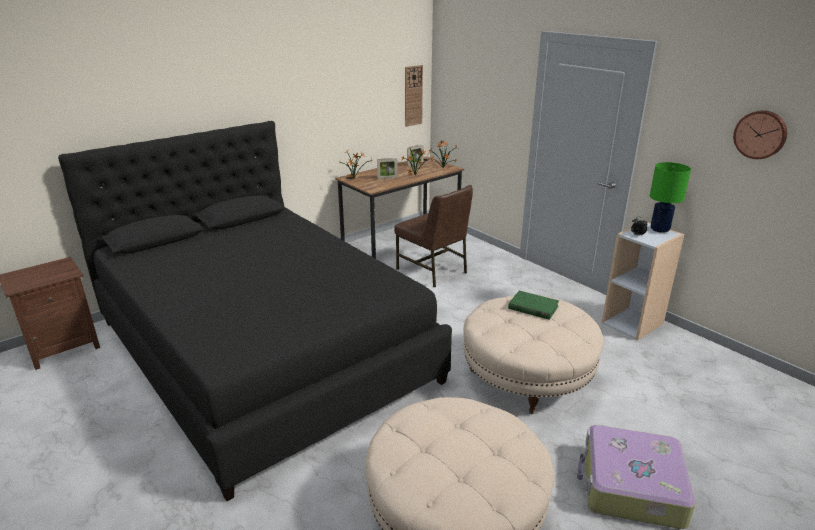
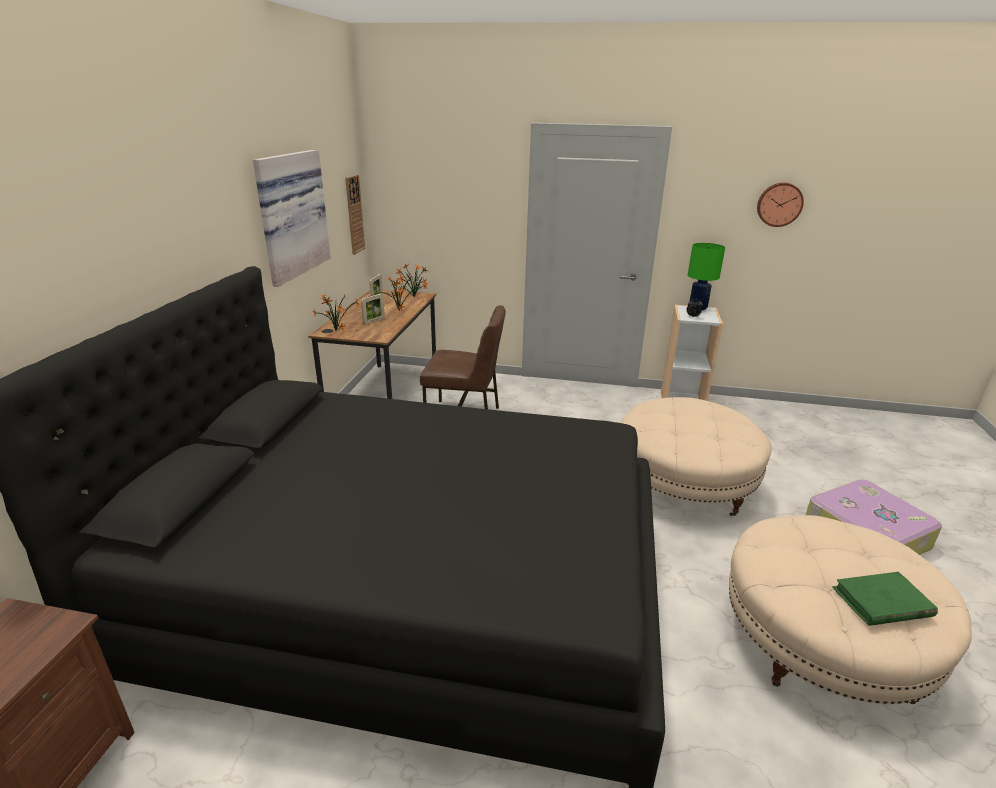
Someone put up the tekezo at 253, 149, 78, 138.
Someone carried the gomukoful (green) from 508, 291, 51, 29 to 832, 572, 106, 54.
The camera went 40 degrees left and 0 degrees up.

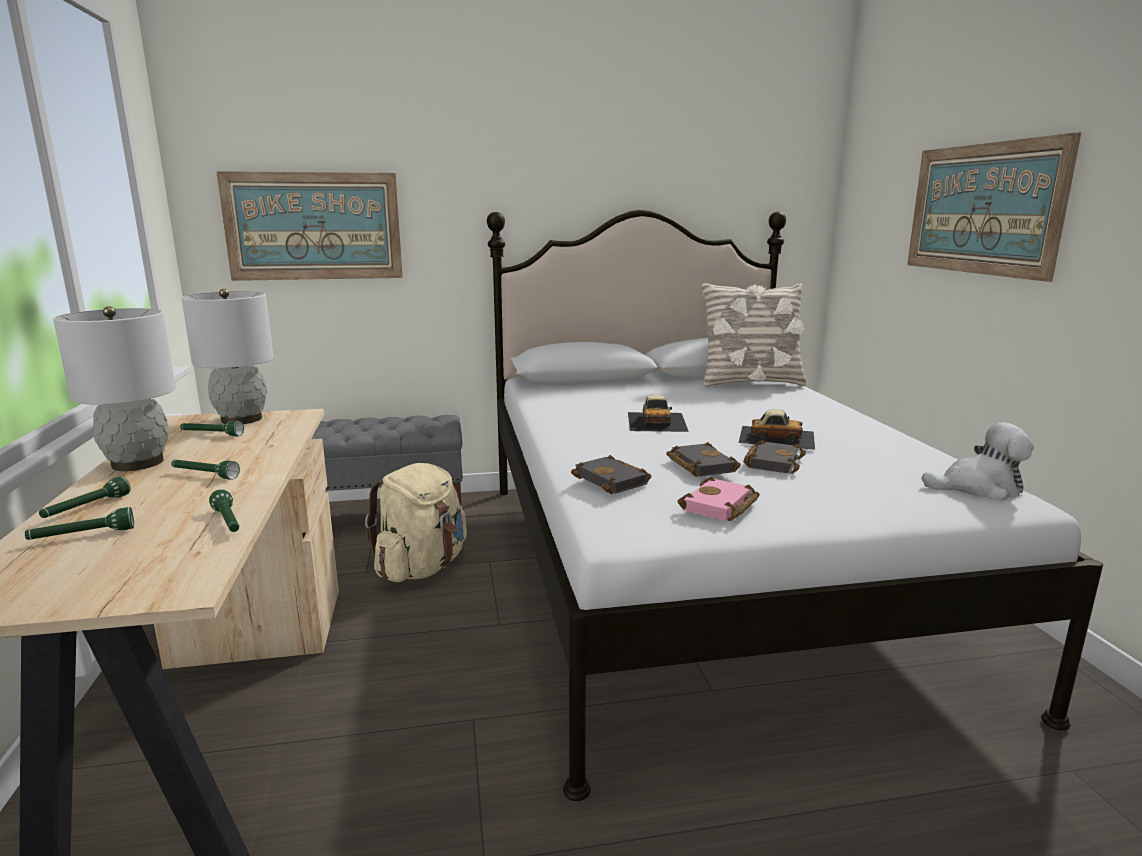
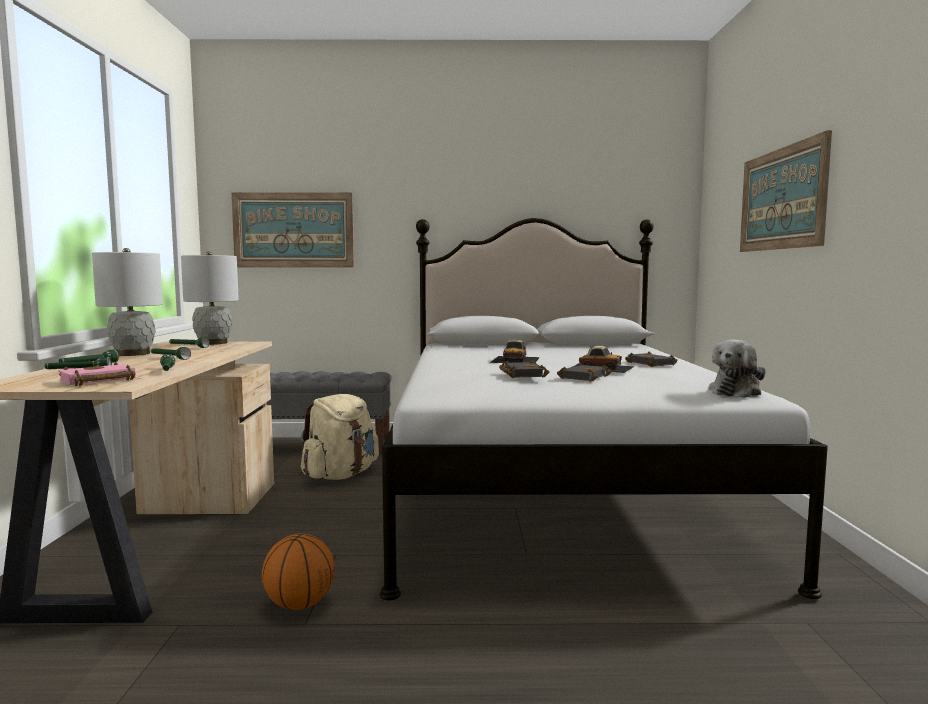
Someone carried the gomukoful (pink) from 677, 477, 83, 44 to 58, 362, 78, 24.
Someone put down the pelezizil at 262, 533, 73, 77.
Someone carried the gomukoful (black) from 571, 455, 80, 39 to 625, 351, 52, 16.
Someone rotated the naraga at 922, 422, 112, 79 by 120 degrees clockwise.
Someone took away the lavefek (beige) at 702, 283, 104, 104.
The camera went 10 degrees right and 10 degrees down.

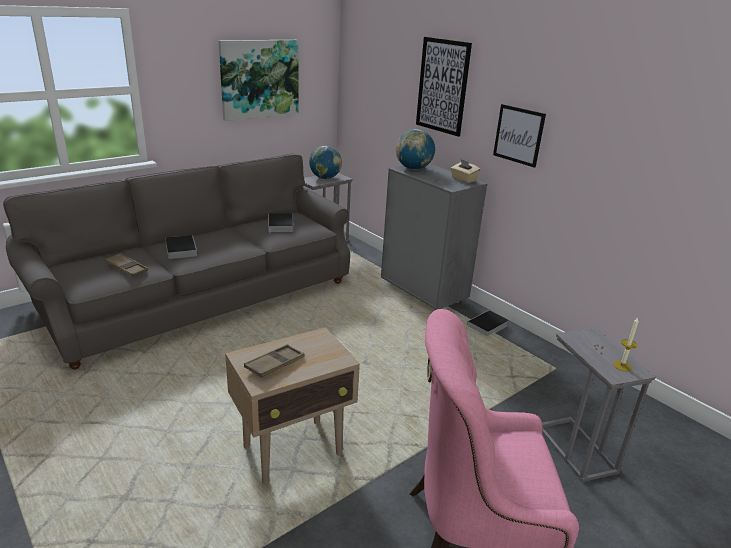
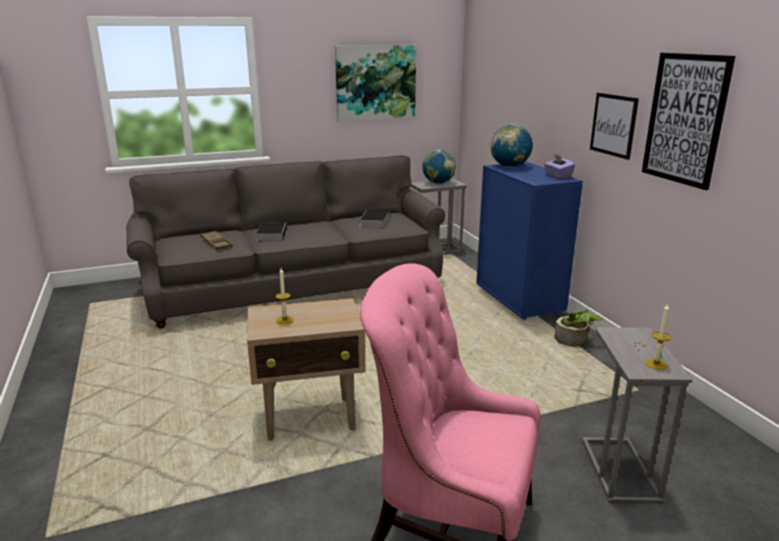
Someone swapped the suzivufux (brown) at 244, 344, 61, 34 for the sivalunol at 275, 268, 19, 56.
Someone repainted the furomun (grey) at 381, 164, 106, 146, which became the furomun (blue) at 476, 162, 107, 158.
Someone repainted the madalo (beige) at 451, 159, 29, 24, which became the madalo (purple) at 544, 154, 31, 25.
Someone swapped the gomukoful at 465, 310, 44, 26 for the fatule at 554, 309, 51, 38.
Someone carried the tekezo from 416, 37, 56, 100 to 642, 53, 93, 137.
The camera went 20 degrees right and 5 degrees down.

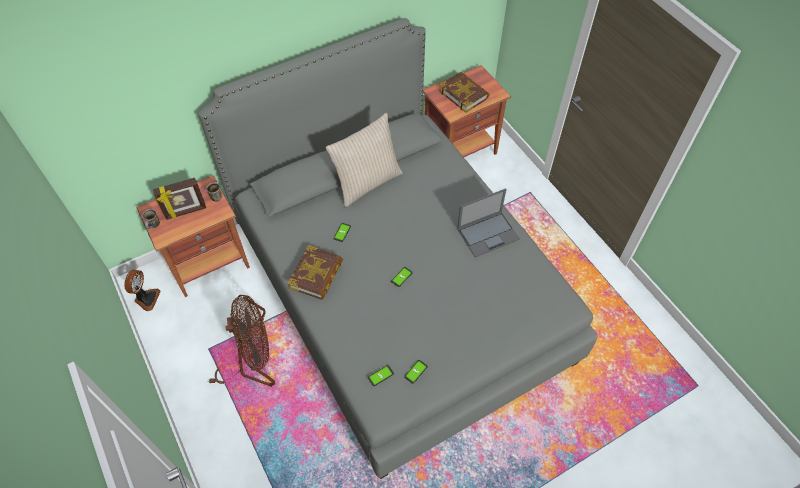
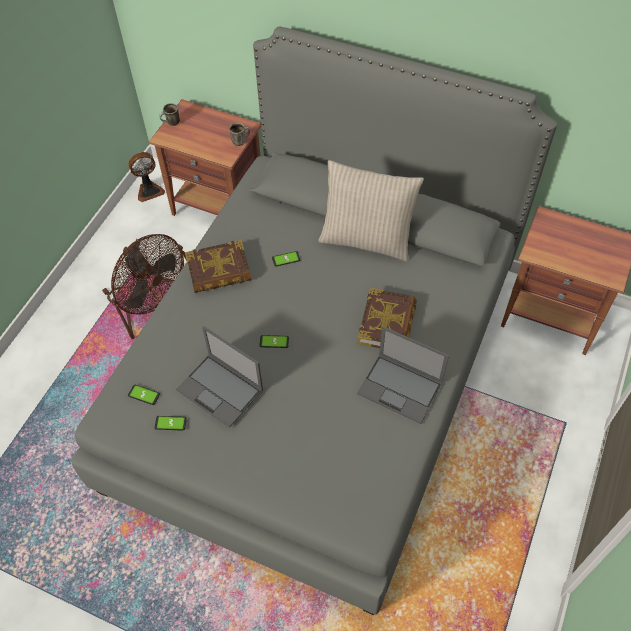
Someone put down the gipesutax at 176, 326, 87, 102.
Someone carried the gomukoful from 439, 72, 50, 41 to 358, 288, 59, 60.
Someone took away the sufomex at 153, 178, 53, 42.
The camera went 55 degrees right and 0 degrees up.

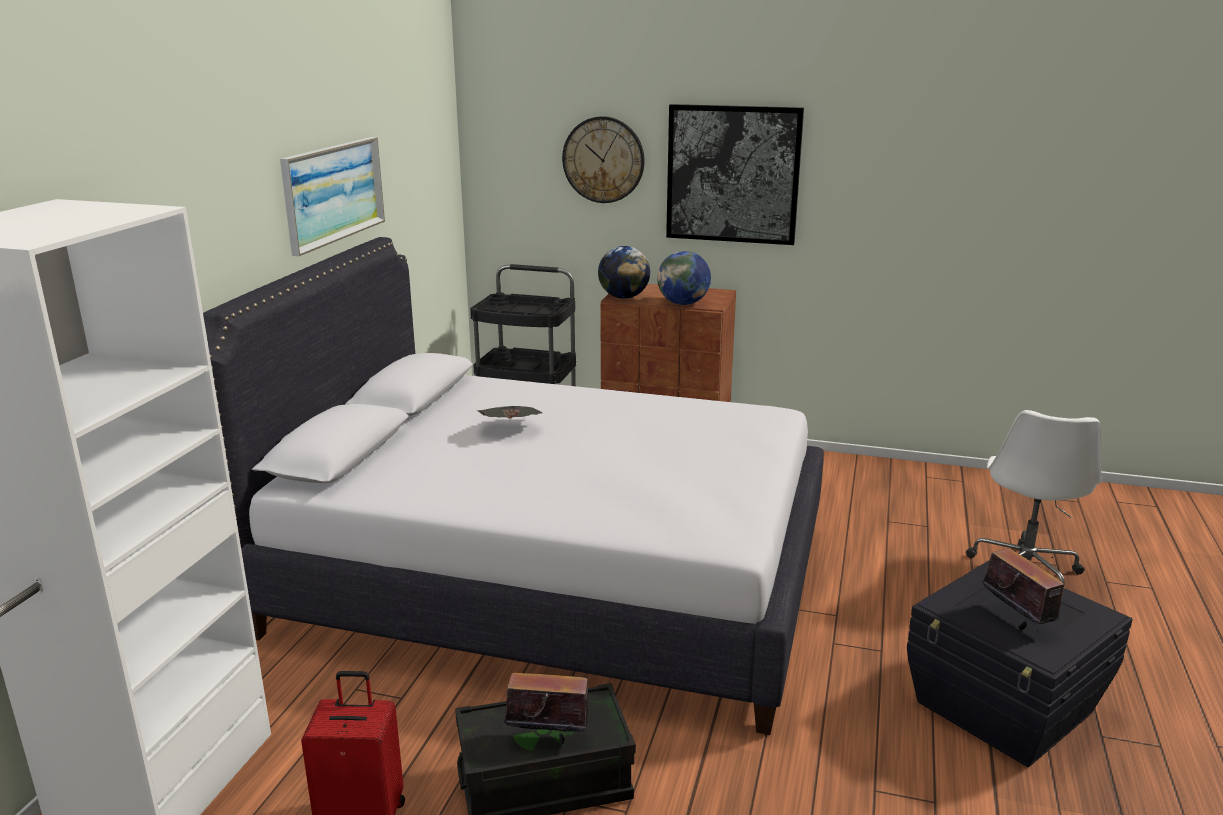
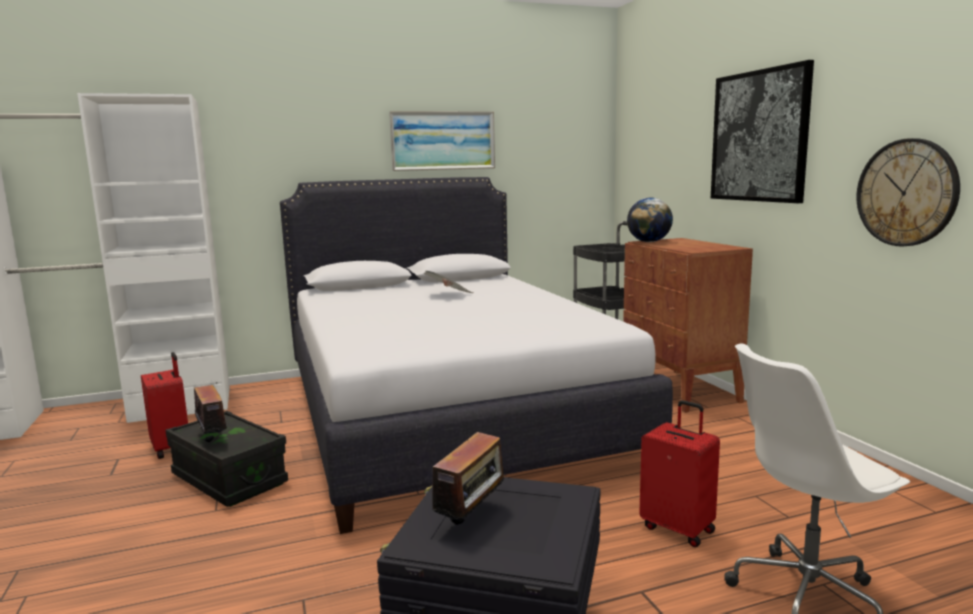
Someone put down the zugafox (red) at 639, 400, 81, 147.
Someone carried the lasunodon from 562, 116, 83, 87 to 857, 138, 103, 109.
Someone took away the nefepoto at 657, 251, 54, 54.
The camera went 55 degrees right and 10 degrees down.

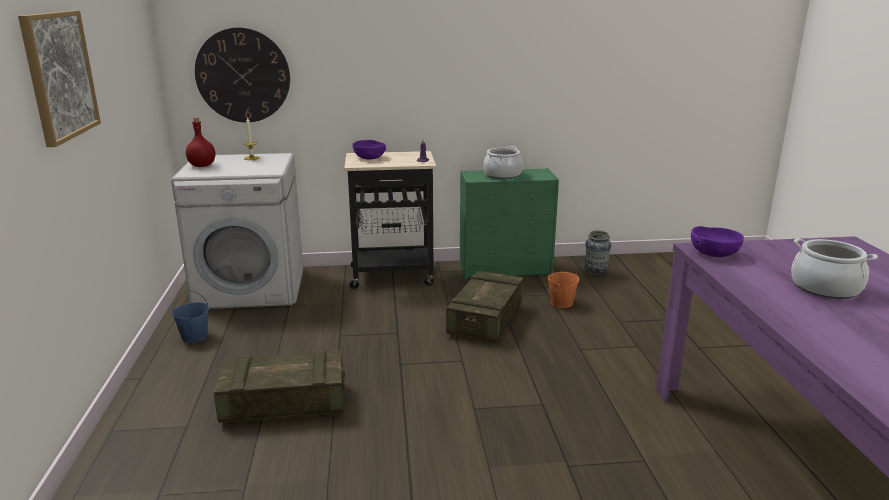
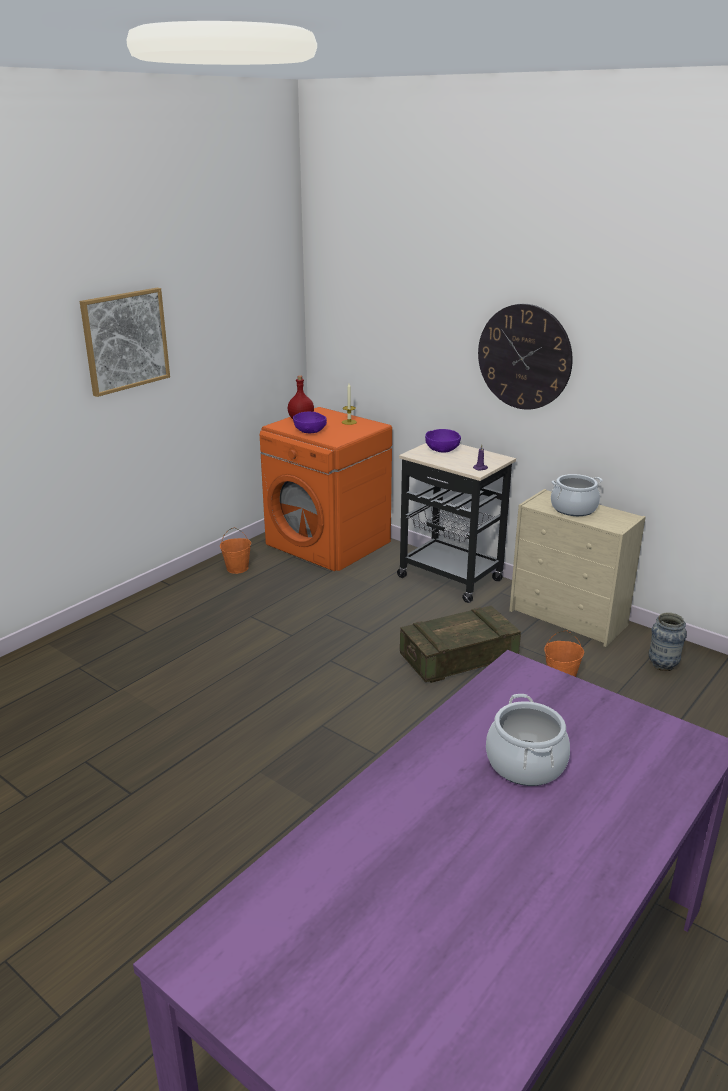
Someone repainted the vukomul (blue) at 172, 290, 37, 53, which became the vukomul (orange) at 220, 527, 31, 47.
Someone repainted the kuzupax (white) at 171, 153, 133, 156, which became the kuzupax (orange) at 260, 407, 132, 164.
Someone carried the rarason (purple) from 691, 226, 53, 31 to 293, 412, 34, 21.
Someone carried the lasunodon from 195, 27, 95, 95 to 478, 304, 95, 106.
Someone repainted the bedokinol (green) at 460, 168, 99, 112, which became the bedokinol (beige) at 509, 489, 137, 158.
Someone took away the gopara at 214, 350, 131, 75.
The camera went 45 degrees right and 5 degrees up.

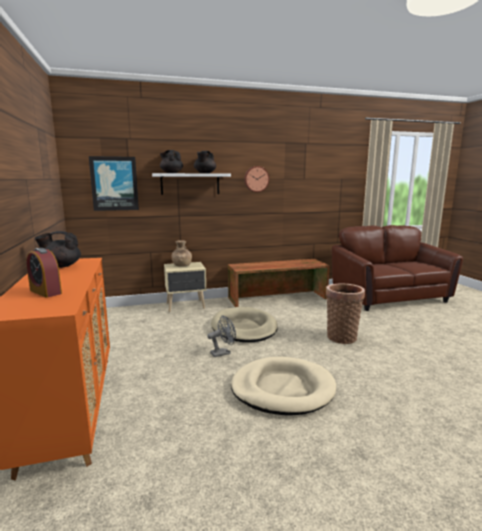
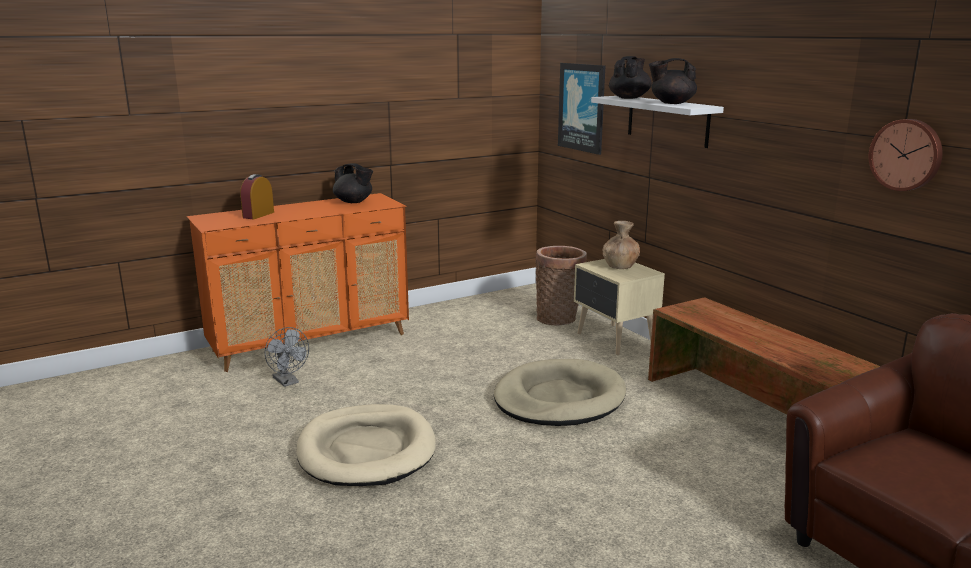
Someone carried the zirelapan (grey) from 207, 315, 29, 42 to 265, 327, 44, 60.
Someone rotated the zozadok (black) at 35, 231, 46, 37 by 150 degrees clockwise.
Someone carried the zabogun from 326, 284, 39, 60 to 535, 246, 52, 80.
Someone carried the lasunodon from 244, 166, 26, 26 to 869, 119, 74, 72.
The camera went 75 degrees right and 5 degrees up.

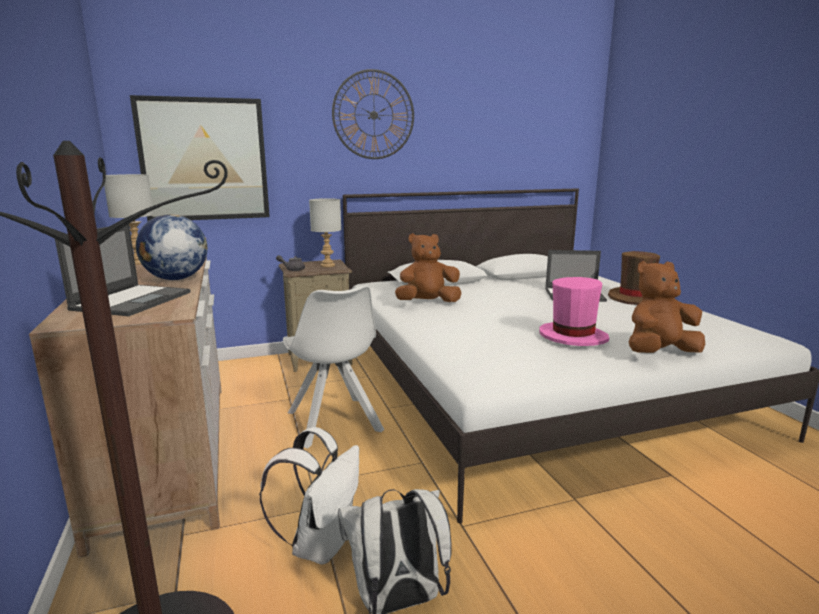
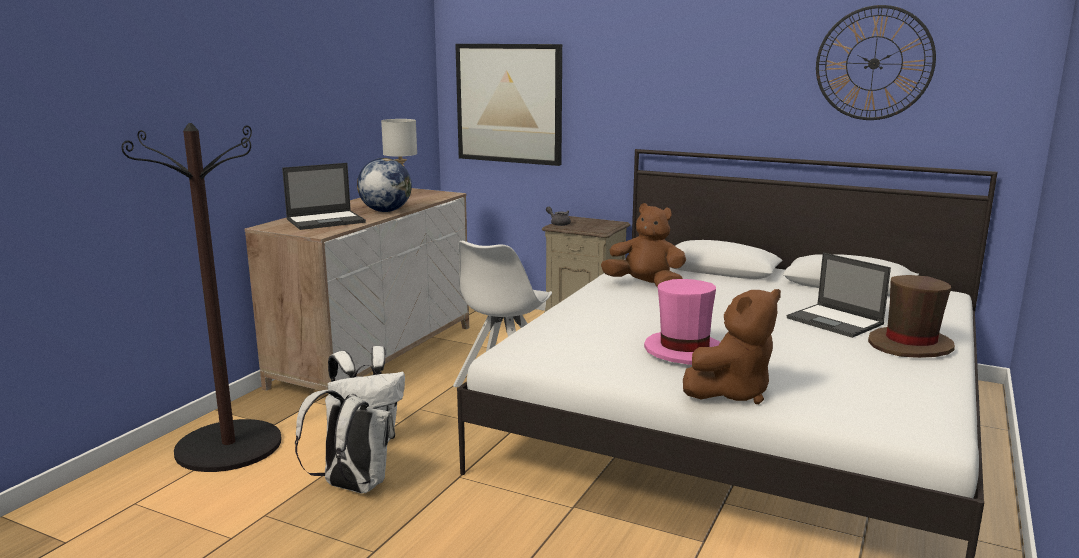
Someone rotated the naraga (brown) at 629, 261, 76, 92 by 120 degrees clockwise.
Someone carried the lasunodon from 332, 69, 82, 90 to 816, 5, 120, 115.
Someone took away the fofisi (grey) at 309, 198, 32, 69.
The camera went 45 degrees right and 0 degrees up.

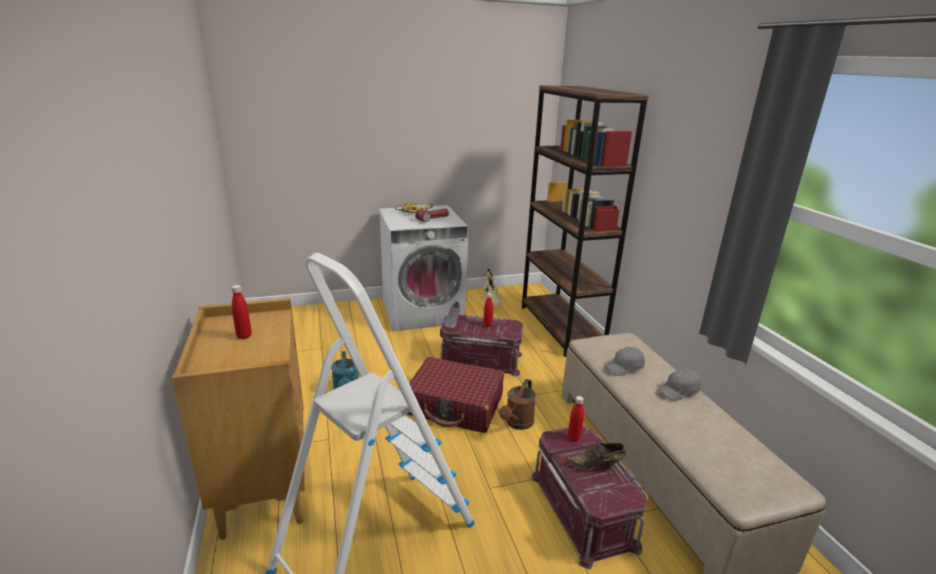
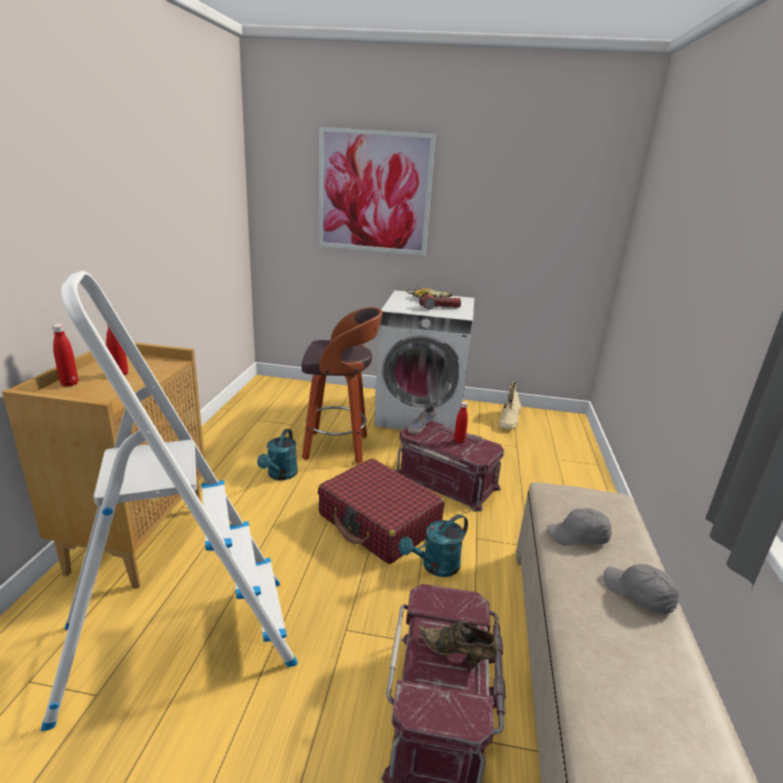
Someone carried the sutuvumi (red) from 568, 396, 16, 46 to 52, 324, 26, 63.
Someone put down the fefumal at 302, 307, 81, 157.
Someone put up the tekezo at 319, 127, 117, 128.
Someone repainted the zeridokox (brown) at 499, 379, 37, 51, which became the zeridokox (turquoise) at 398, 514, 70, 63.
Someone rotated the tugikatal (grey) at 657, 369, 44, 32 by 45 degrees clockwise.
Someone took away the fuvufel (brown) at 522, 85, 127, 272.
The camera went 25 degrees right and 0 degrees up.

